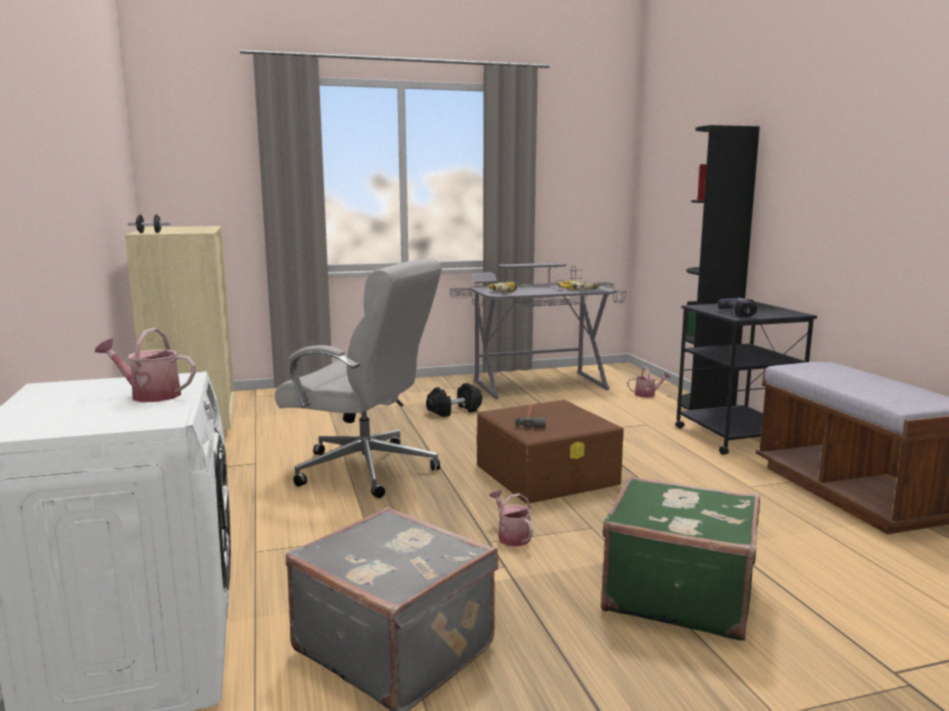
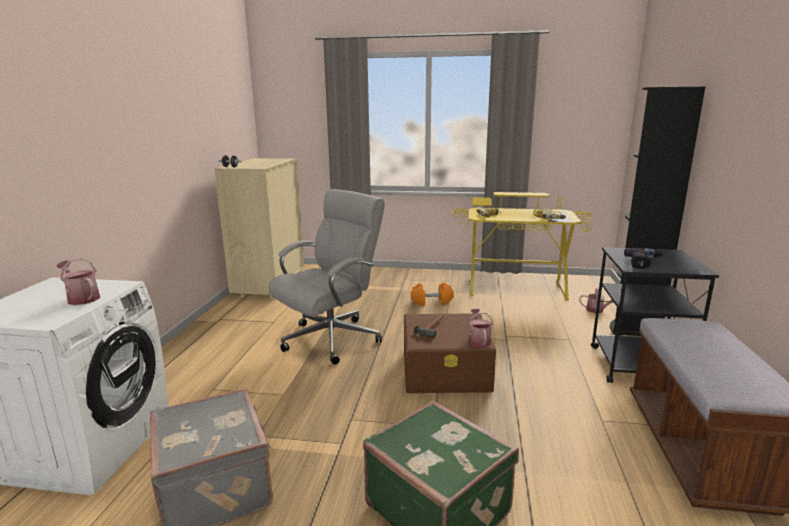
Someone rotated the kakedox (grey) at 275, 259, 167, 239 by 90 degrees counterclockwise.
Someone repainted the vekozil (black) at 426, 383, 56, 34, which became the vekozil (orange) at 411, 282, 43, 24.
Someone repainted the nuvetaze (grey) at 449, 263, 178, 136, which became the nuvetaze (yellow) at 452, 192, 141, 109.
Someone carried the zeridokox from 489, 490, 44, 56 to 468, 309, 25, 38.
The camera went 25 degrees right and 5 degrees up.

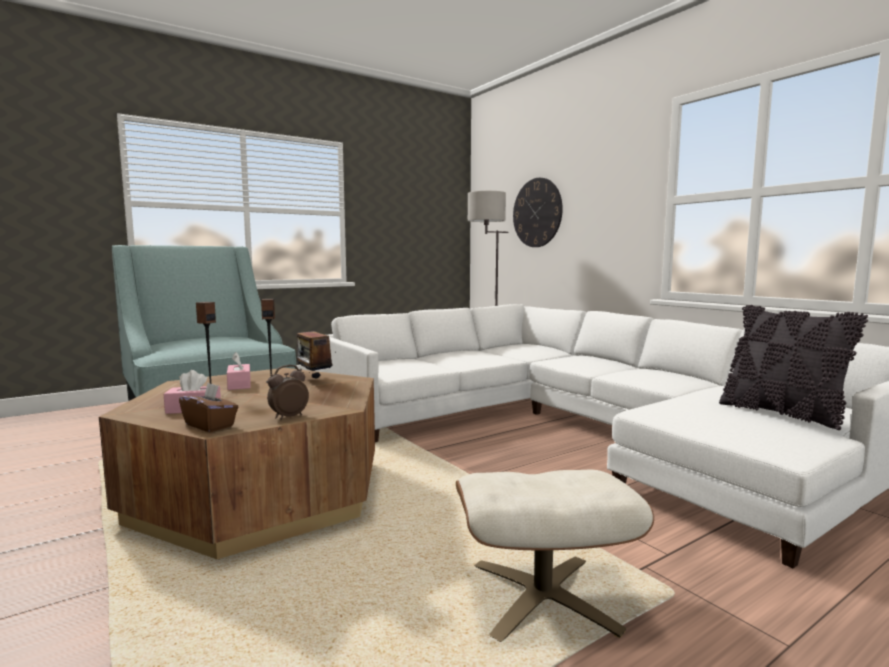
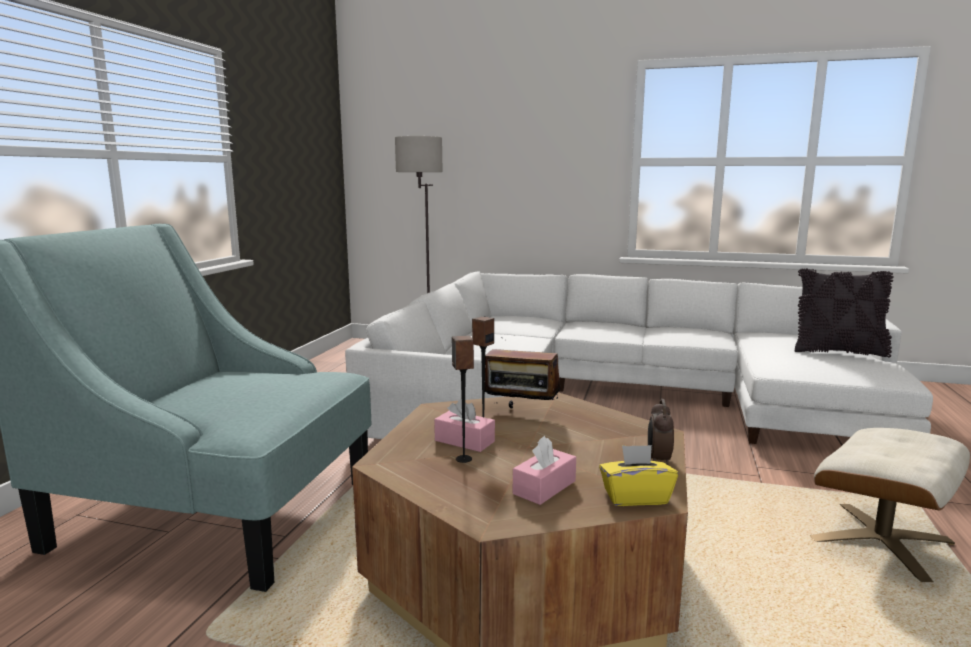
Someone repainted the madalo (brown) at 179, 383, 59, 49, which became the madalo (yellow) at 599, 445, 79, 61.
Someone took away the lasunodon at 513, 178, 50, 69.
The camera went 40 degrees left and 5 degrees up.

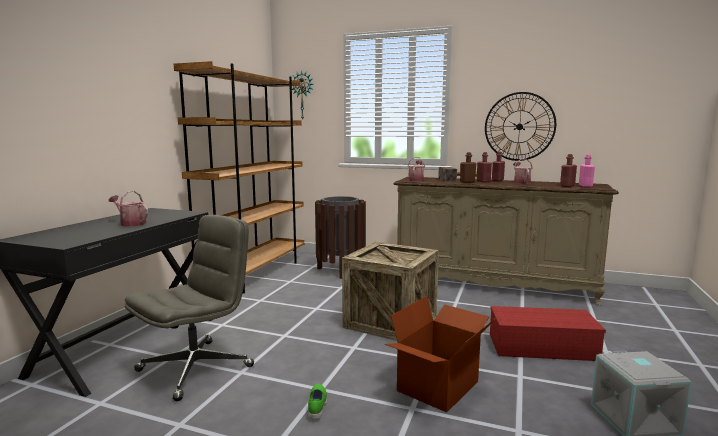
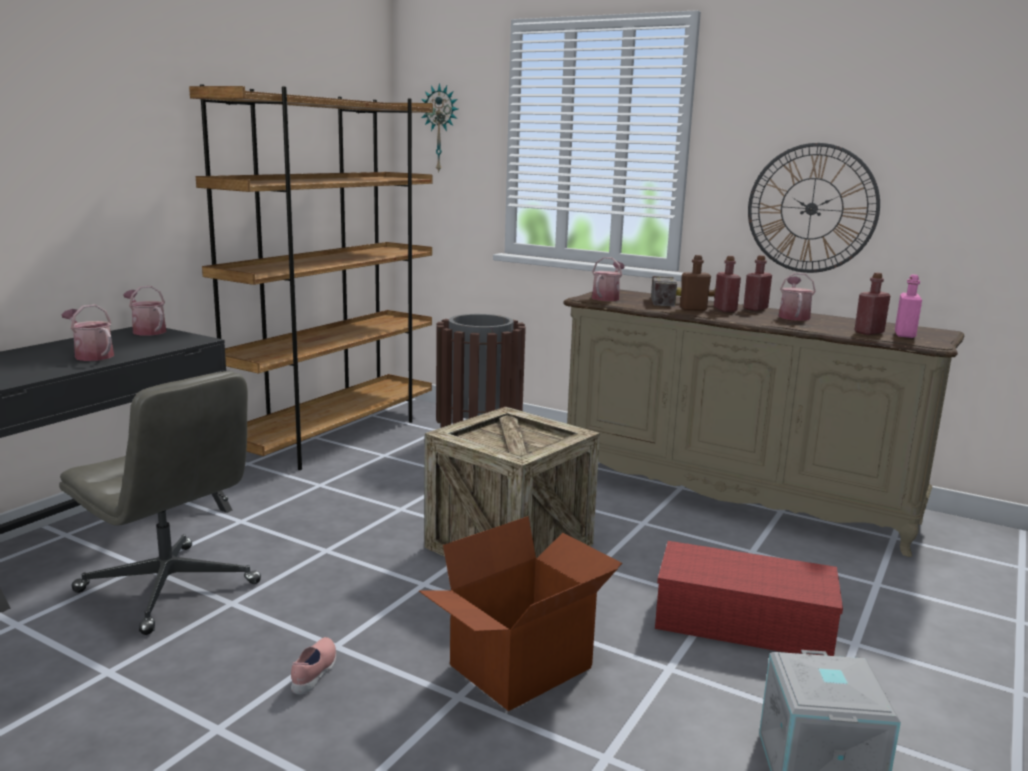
Someone rotated the kakedox (grey) at 125, 215, 129, 186 by 75 degrees clockwise.
Someone put down the zeridokox at 123, 286, 43, 50.
Someone repainted the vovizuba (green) at 308, 384, 19, 37, which became the vovizuba (pink) at 291, 637, 45, 58.
The camera went 10 degrees right and 5 degrees up.

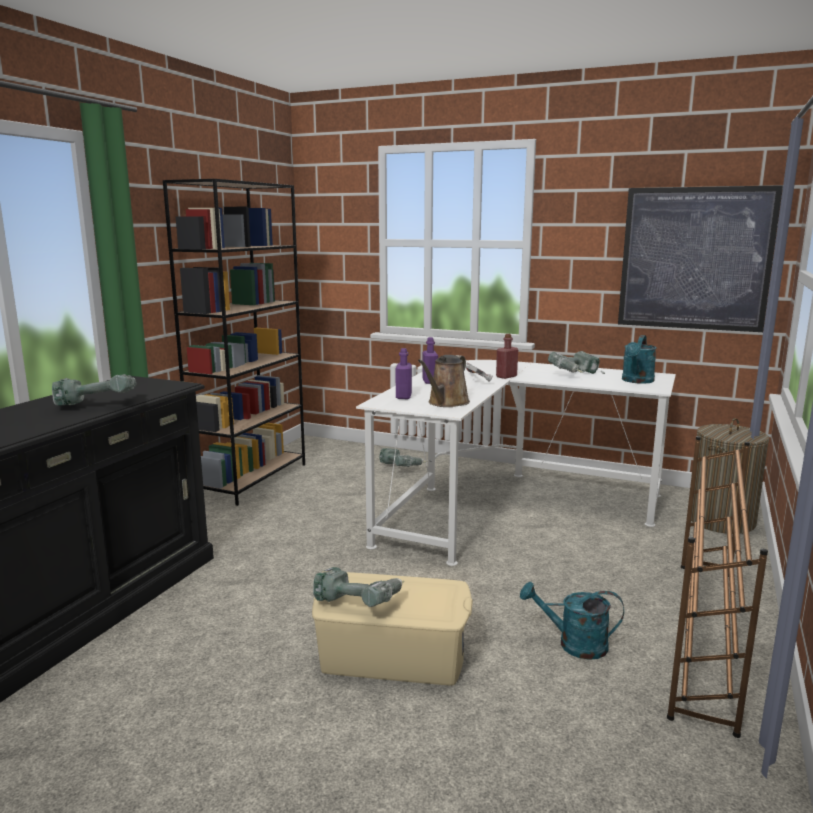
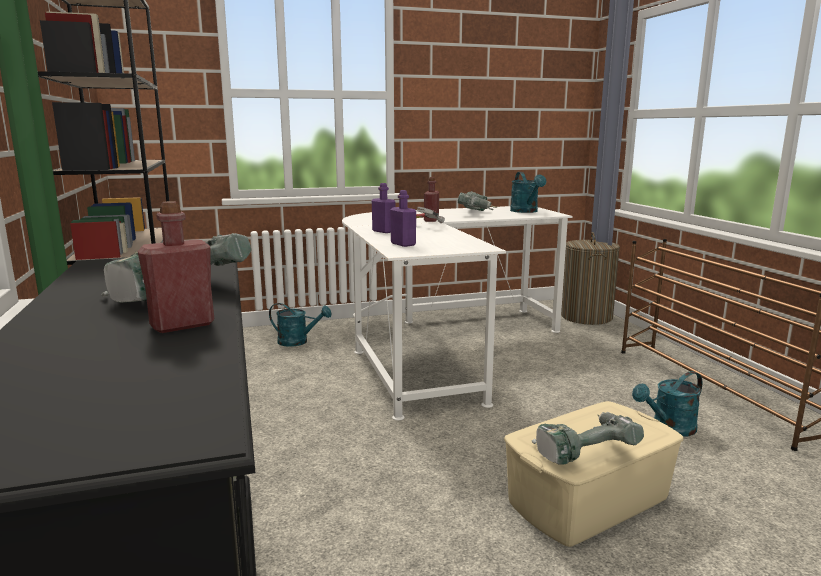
Someone put down the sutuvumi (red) at 137, 201, 77, 132.
Someone swapped the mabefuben at 379, 448, 47, 19 for the zeridokox (turquoise) at 269, 303, 63, 44.
Someone took away the zeridokox (brown) at 418, 355, 52, 52.
Someone took away the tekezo at 618, 185, 165, 147.
The camera went 40 degrees left and 0 degrees up.

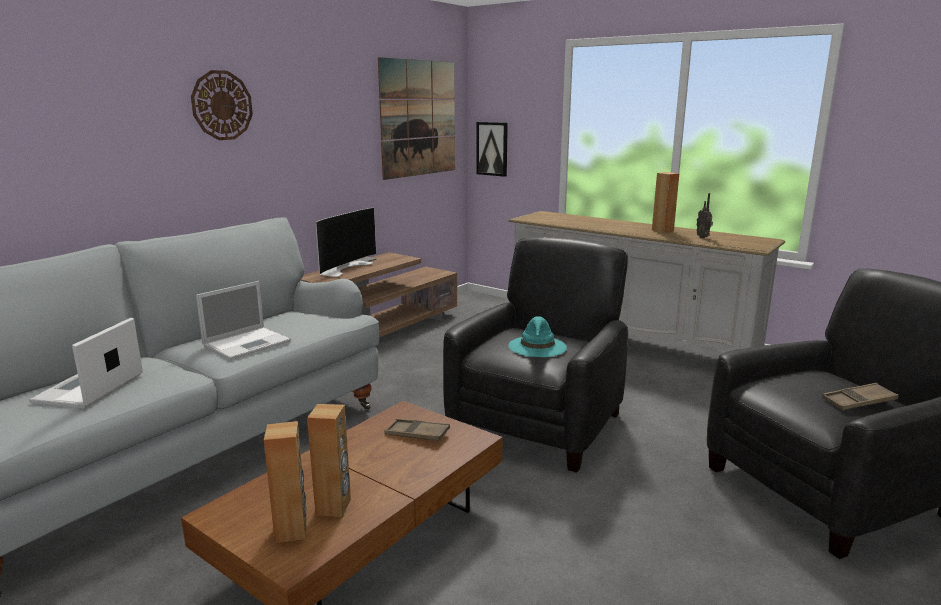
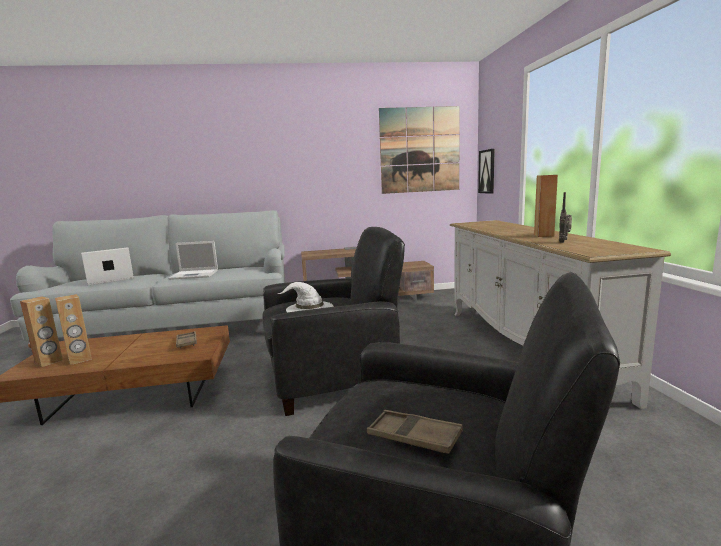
Someone repainted the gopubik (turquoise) at 509, 316, 58, 41, which became the gopubik (white) at 276, 282, 58, 31.
Someone took away the lasunodon at 191, 70, 62, 70.
Someone took away the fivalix at 315, 207, 61, 70.
The camera went 45 degrees right and 5 degrees down.

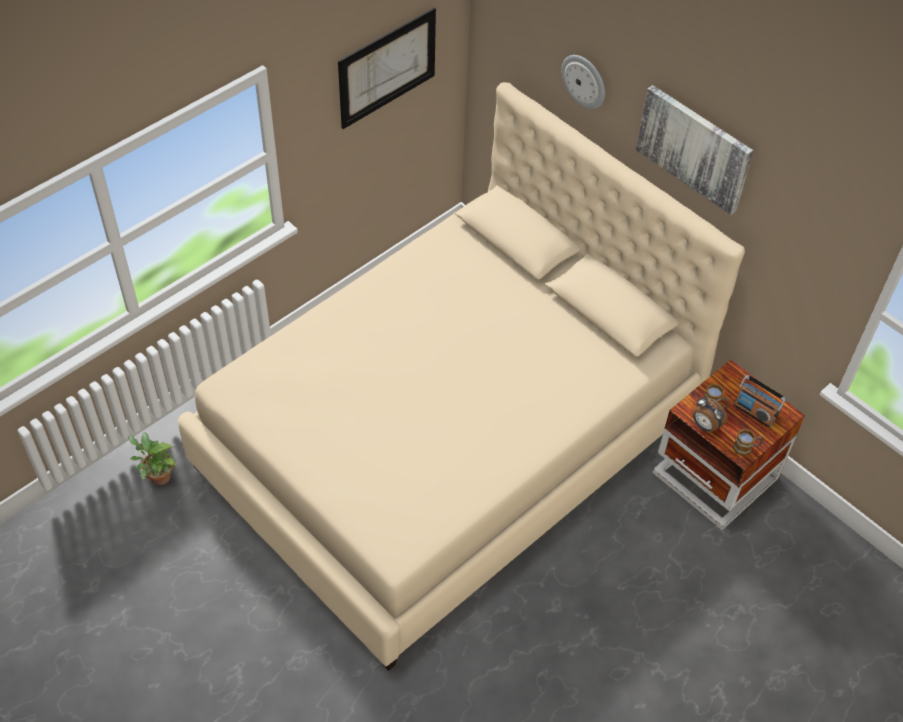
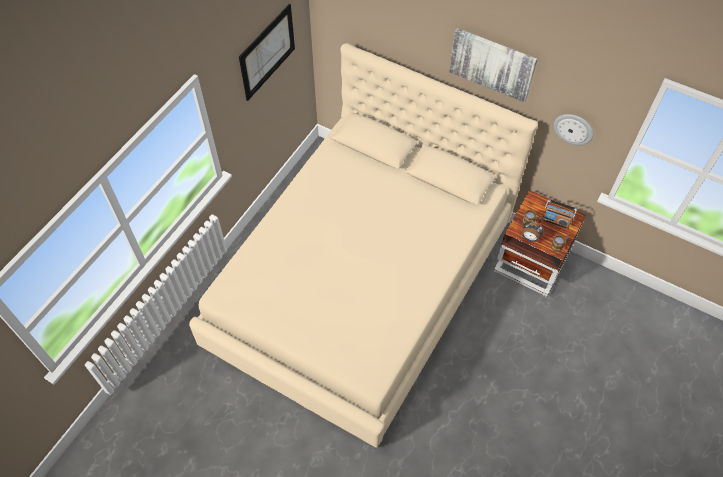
Someone carried the lasunodon from 561, 55, 44, 54 to 554, 114, 39, 31.
Someone took away the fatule at 128, 432, 48, 53.
The camera went 15 degrees left and 5 degrees up.

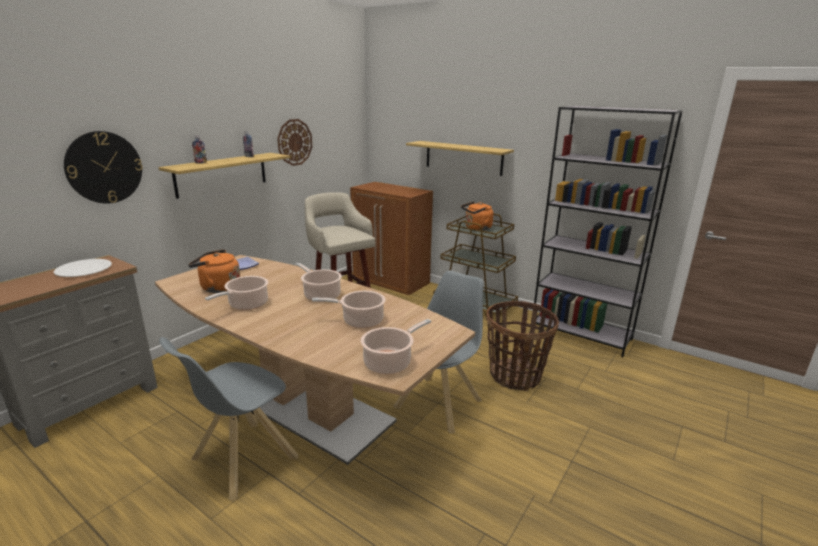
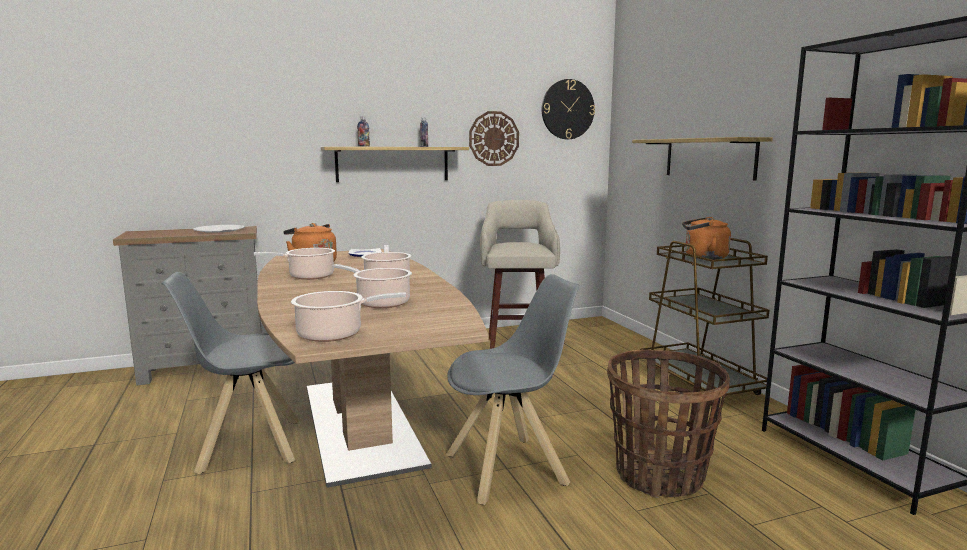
Someone carried the lasunodon from 64, 131, 79, 73 to 542, 79, 53, 60.
Someone took away the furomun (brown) at 350, 182, 83, 113.
The camera went 35 degrees right and 10 degrees down.

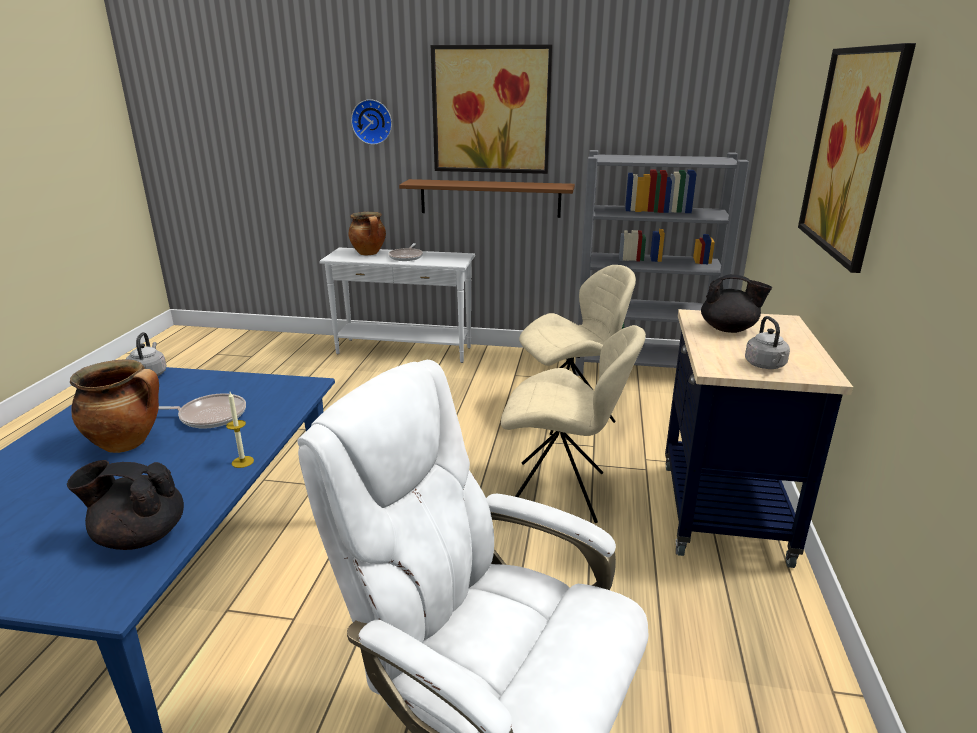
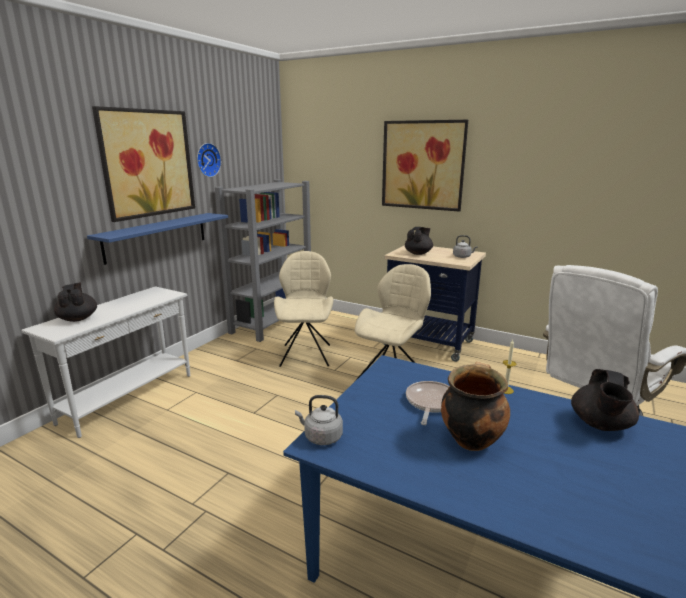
Someone swapped the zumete at 348, 212, 38, 43 for the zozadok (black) at 54, 282, 43, 40.
Someone repainted the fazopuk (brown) at 399, 179, 176, 39, which became the fazopuk (blue) at 87, 213, 141, 52.
Someone carried the lasunodon from 351, 99, 41, 46 to 197, 143, 24, 34.
Someone took away the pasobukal at 388, 243, 35, 18.
The camera went 70 degrees left and 5 degrees down.

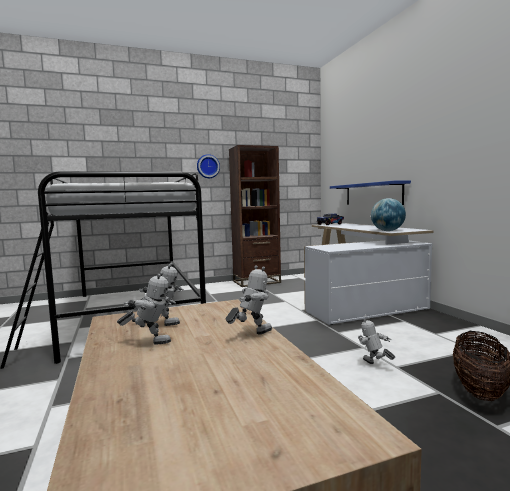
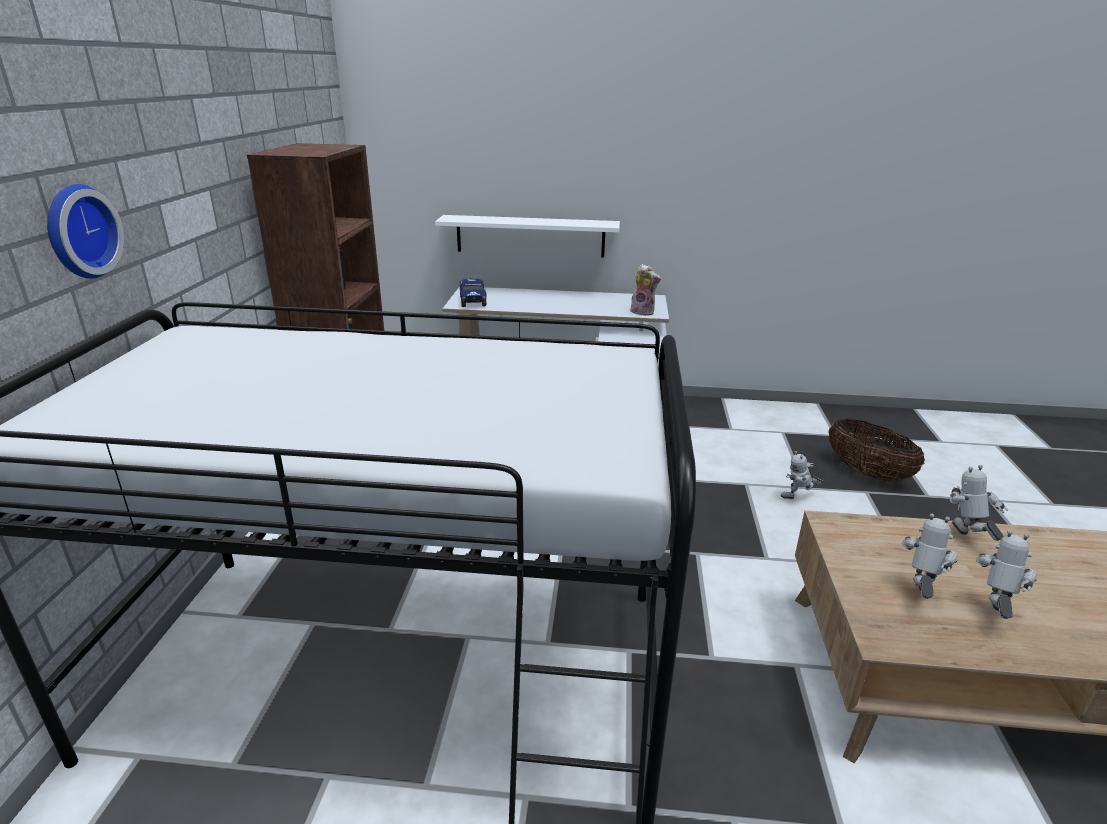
Someone carried the lasunodon from 197, 154, 23, 24 to 47, 184, 77, 95.
Someone repainted the fazopuk (blue) at 330, 180, 81, 25, which became the fazopuk (white) at 435, 215, 185, 43.
Someone swapped the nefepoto at 371, 198, 35, 33 for the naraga at 630, 264, 31, 52.
The camera went 65 degrees left and 20 degrees up.

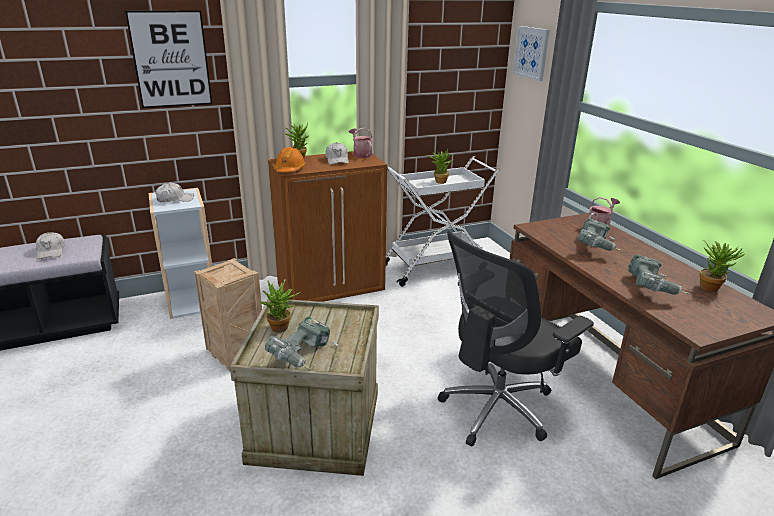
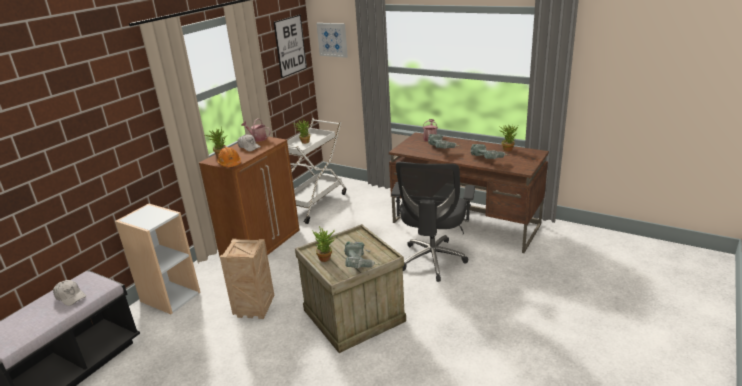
Someone carried the tekezo from 125, 10, 87, 98 to 274, 15, 33, 63.
Someone took away the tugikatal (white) at 155, 182, 39, 20.
The camera went 35 degrees left and 0 degrees up.

